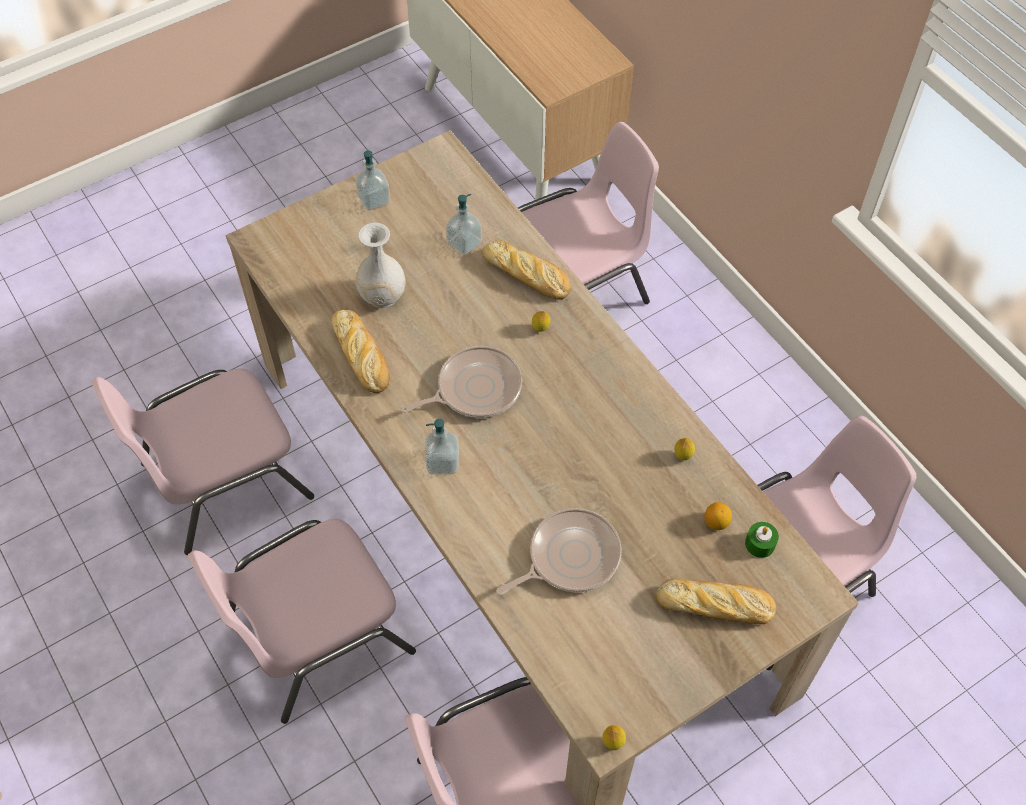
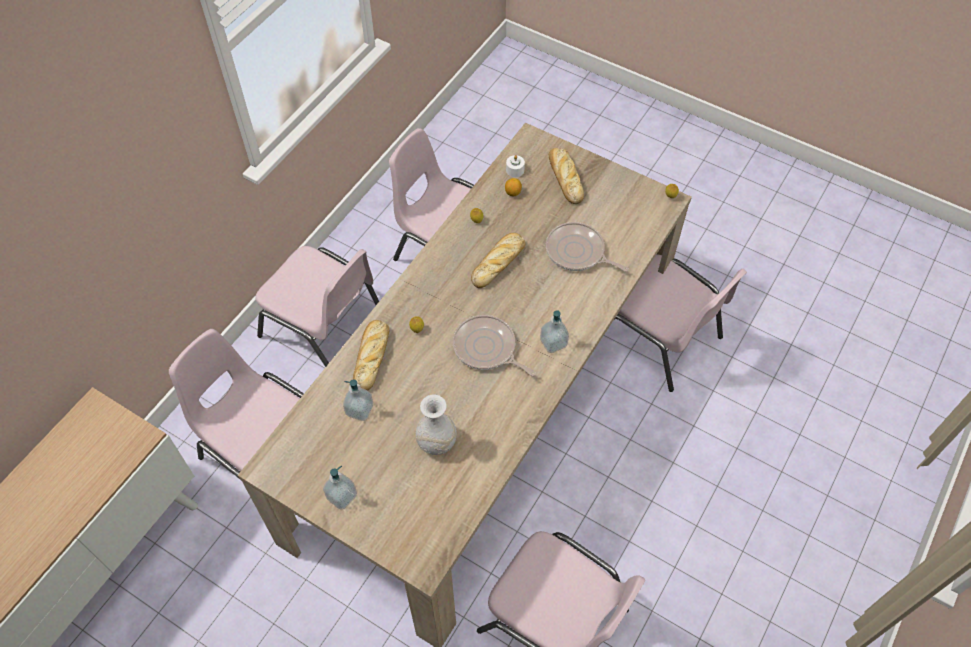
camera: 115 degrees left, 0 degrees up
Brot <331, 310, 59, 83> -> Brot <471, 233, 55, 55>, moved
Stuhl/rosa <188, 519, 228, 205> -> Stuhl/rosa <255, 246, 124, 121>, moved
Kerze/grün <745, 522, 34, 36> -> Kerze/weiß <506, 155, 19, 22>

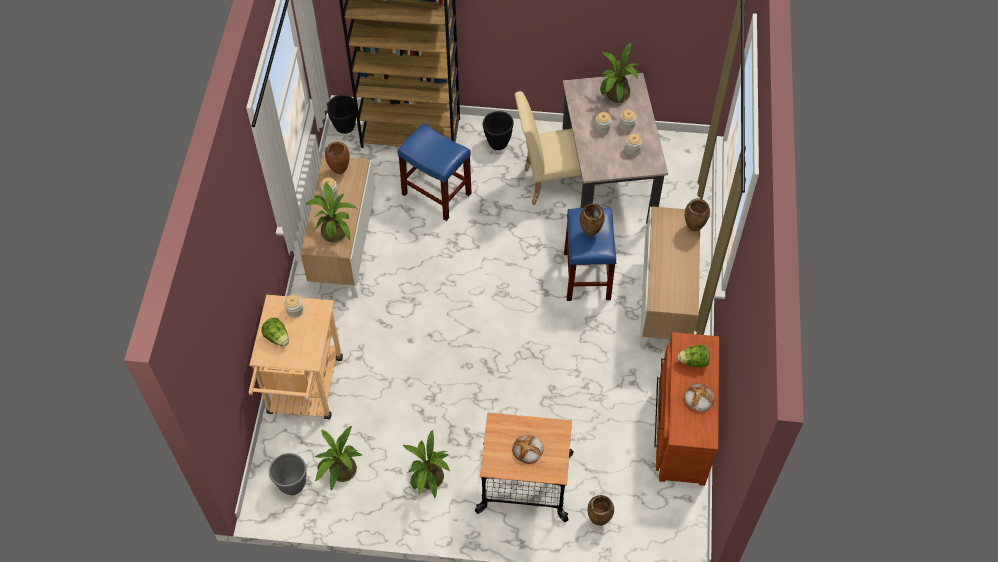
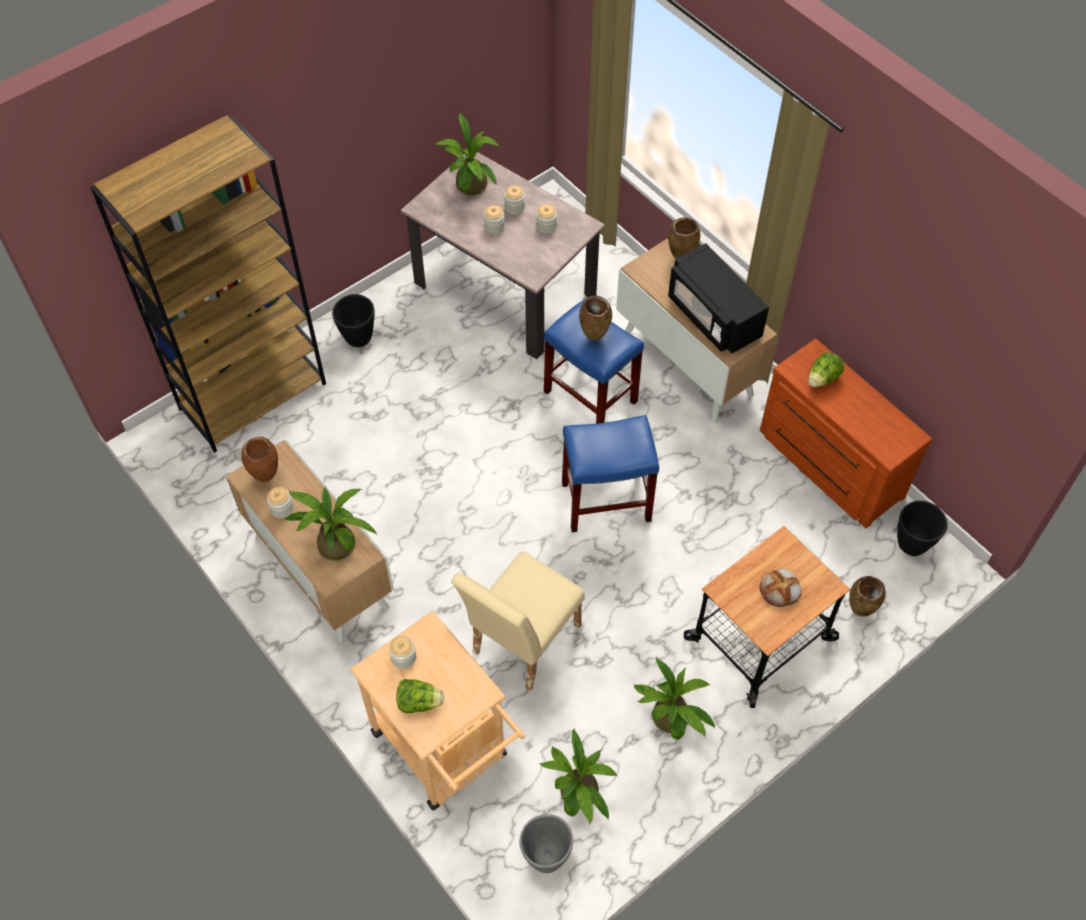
camera: 45 degrees left, 0 degrees up
Stuhl/beige <515, 91, 66, 114> -> Stuhl/beige <451, 551, 134, 140>, moved
Pflanzkübel/schwarz <327, 95, 29, 39> -> Pflanzkübel/schwarz <897, 501, 51, 55>, moved
Hocker/blau <397, 123, 75, 98> -> Hocker/blau <562, 415, 97, 117>, moved
Brot <684, 383, 30, 29> -> none
none -> Mikrowelle/schwarz <668, 243, 101, 111>

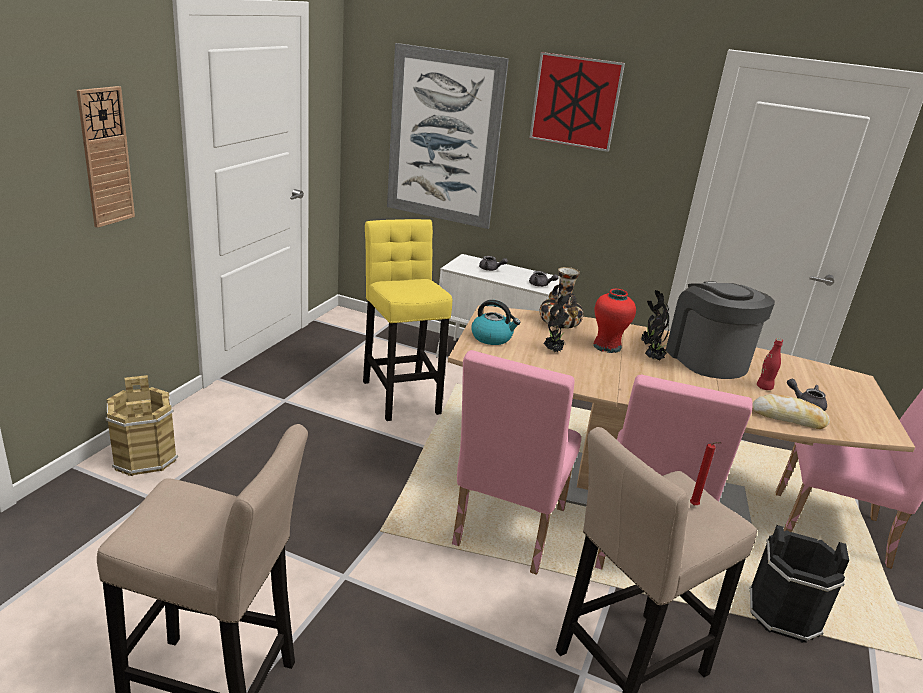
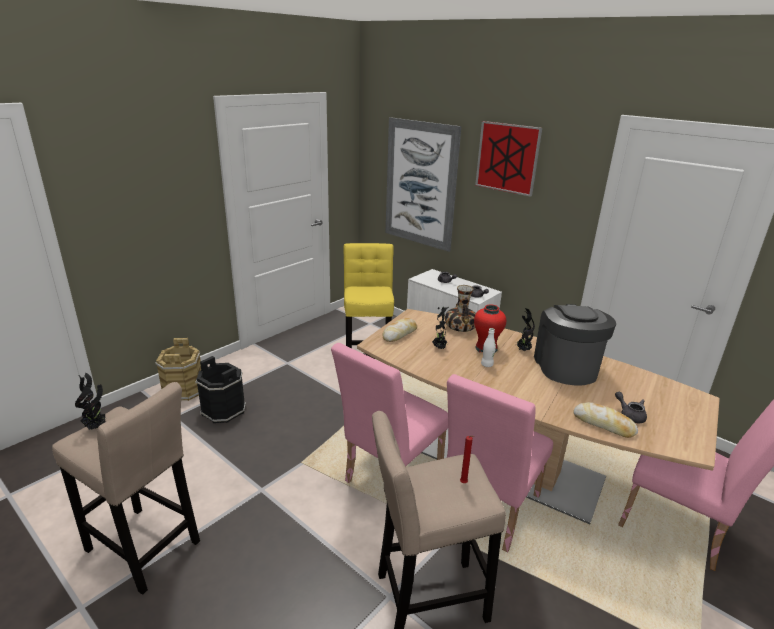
camera: 20 degrees right, 0 degrees up
Wanduhr <77, 86, 58, 142> -> none
Wasserkessel <472, 300, 48, 45> -> Brot <382, 318, 35, 24>
Topfpflanze <645, 304, 24, 56> -> Topfpflanze <75, 373, 32, 57>, moved
Flasche/rot <757, 338, 26, 52> -> none
Eimer/schwarz <749, 525, 100, 118> -> Eimer/schwarz <196, 356, 50, 68>, moved
none -> Flasche/weiß <481, 328, 15, 39>

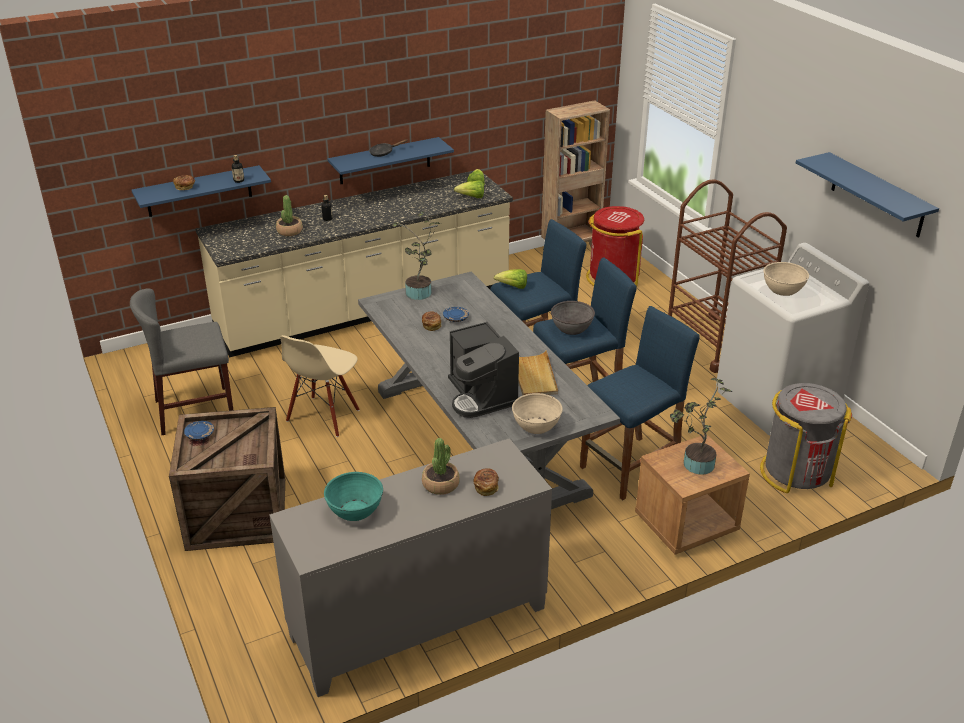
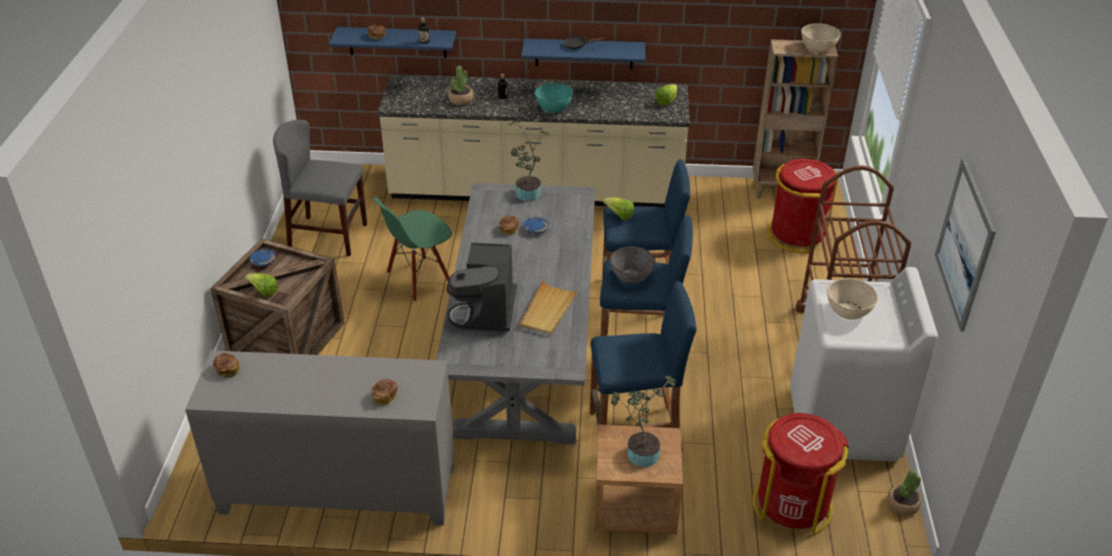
camera: 30 degrees right, 5 degrees up
Wandregal/blau <796, 152, 143, 86> -> Bild <935, 158, 61, 174>
Salatkopf <454, 180, 30, 18> -> Salatkopf <245, 273, 33, 24>, moved
Stuhl/beige <280, 335, 80, 102> -> Stuhl/grün <373, 197, 79, 105>
Mülleimer/grau <760, 383, 92, 110> -> Mülleimer/rot <753, 413, 96, 121>
Schüssel/beige <512, 393, 51, 41> -> Schüssel/beige <801, 24, 40, 29>, moved
Topfpflanze <422, 438, 38, 57> -> Topfpflanze <887, 470, 34, 46>, moved
Schüssel/türkis <324, 472, 59, 49> -> Schüssel/türkis <535, 83, 38, 30>, moved
none -> Brot <213, 353, 27, 24>

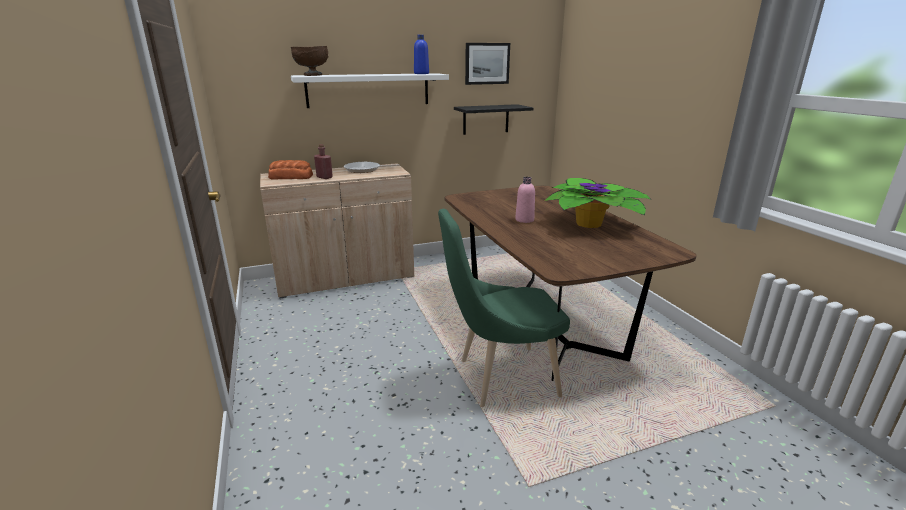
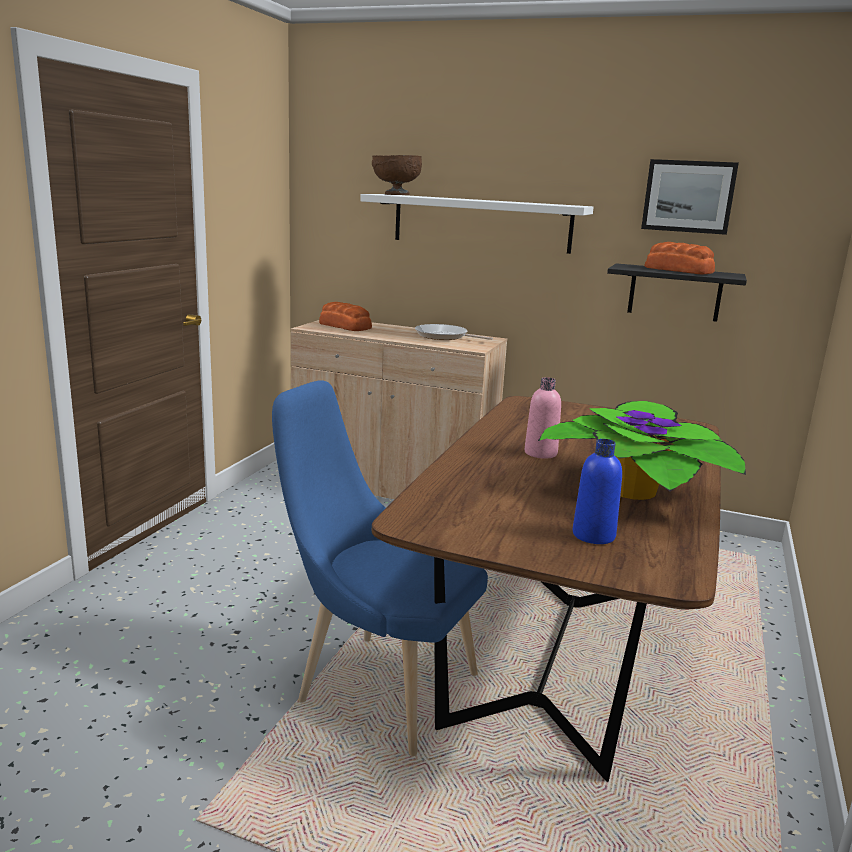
camera: 40 degrees right, 5 degrees down
Flasche/blau <414, 35, 15, 39> -> Flasche/blau <572, 439, 50, 105>, moved
Flasche/rot <314, 144, 19, 35> -> none
Stuhl/grün <438, 209, 132, 198> -> Stuhl/blau <272, 380, 216, 376>
none -> Brot <644, 242, 71, 32>

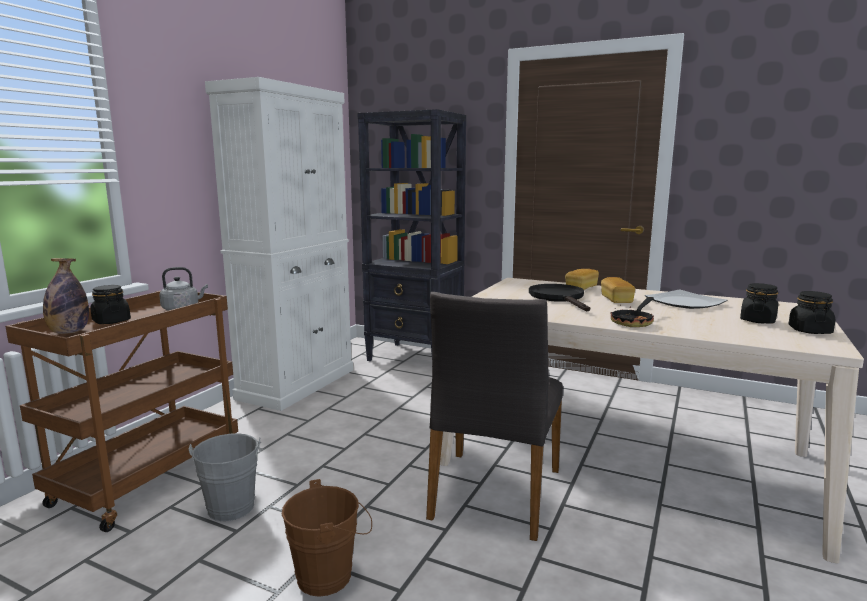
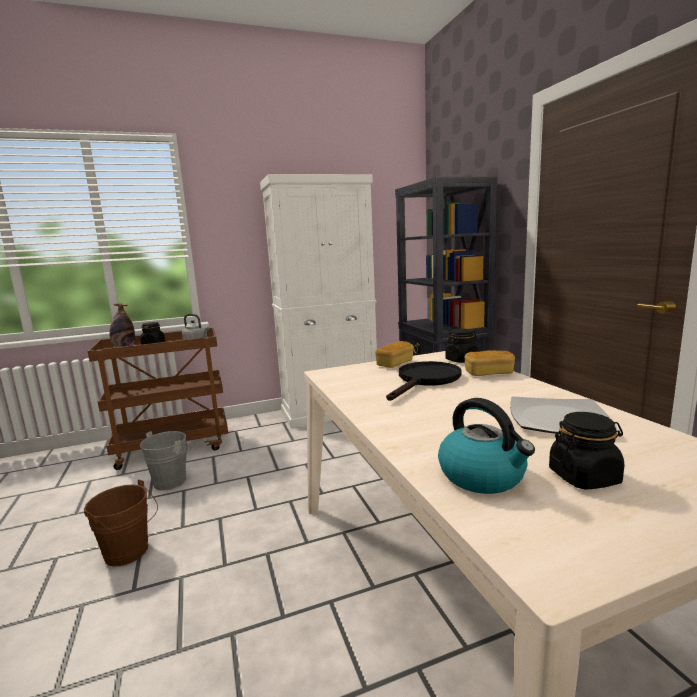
camera: 45 degrees right, 0 degrees up
Brot <601, 277, 34, 26> -> Brot <375, 341, 39, 27>, moved
Vorratsglas/schwarz <788, 291, 47, 43> -> Vorratsglas/schwarz <445, 329, 34, 34>, moved
Stuhl/grau <426, 292, 137, 249> -> none
Pfanne <611, 297, 43, 30> -> none
none -> Wasserkessel <438, 398, 97, 96>

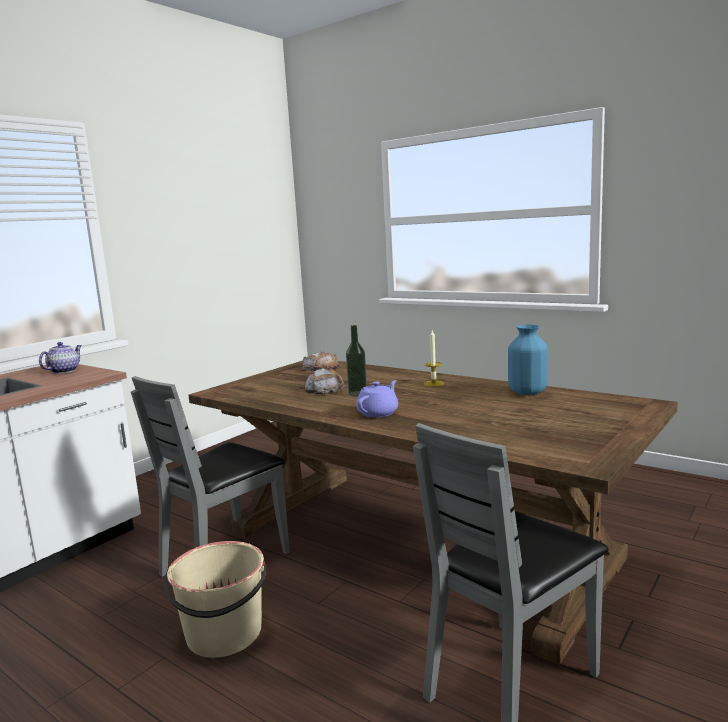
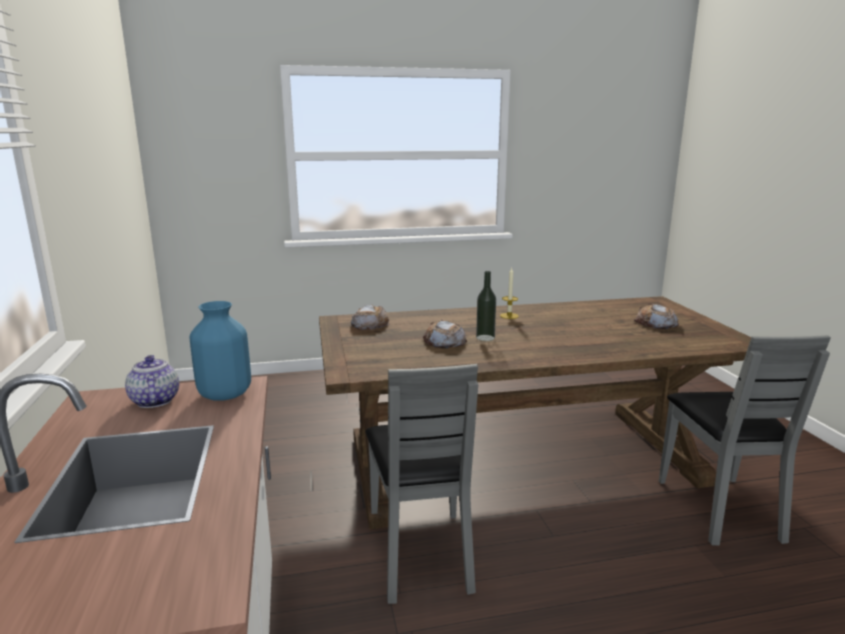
camera: 50 degrees left, 5 degrees up
Vase/blau <508, 325, 40, 70> -> Vase/blau <190, 301, 61, 100>, moved
Teekanne/lila <356, 380, 42, 37> -> none
Eimer/beige <163, 541, 103, 117> -> none
none -> Brot <634, 304, 45, 25>

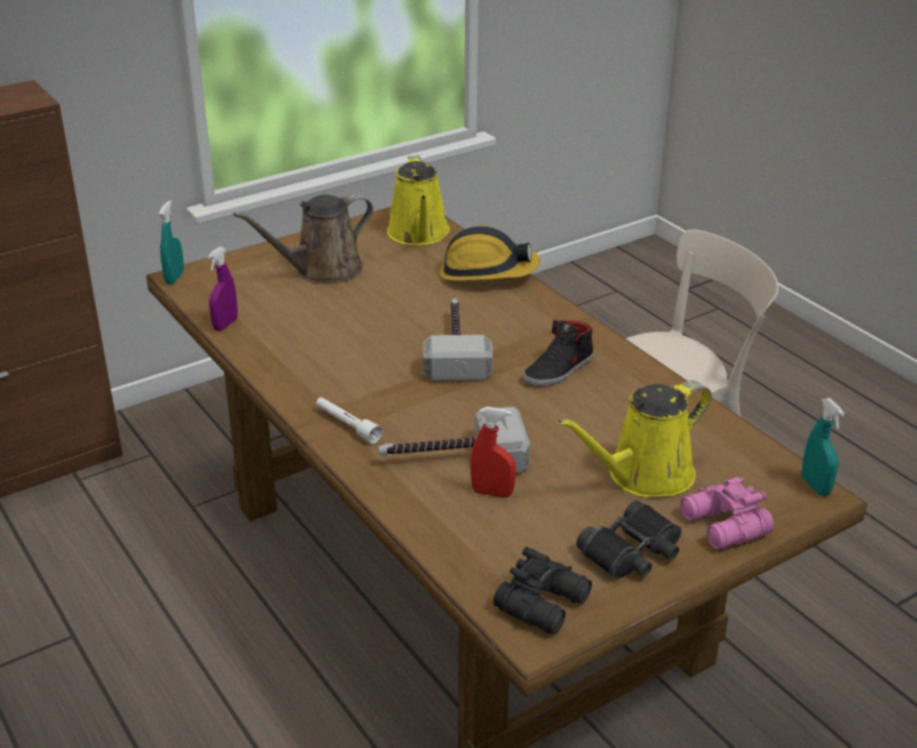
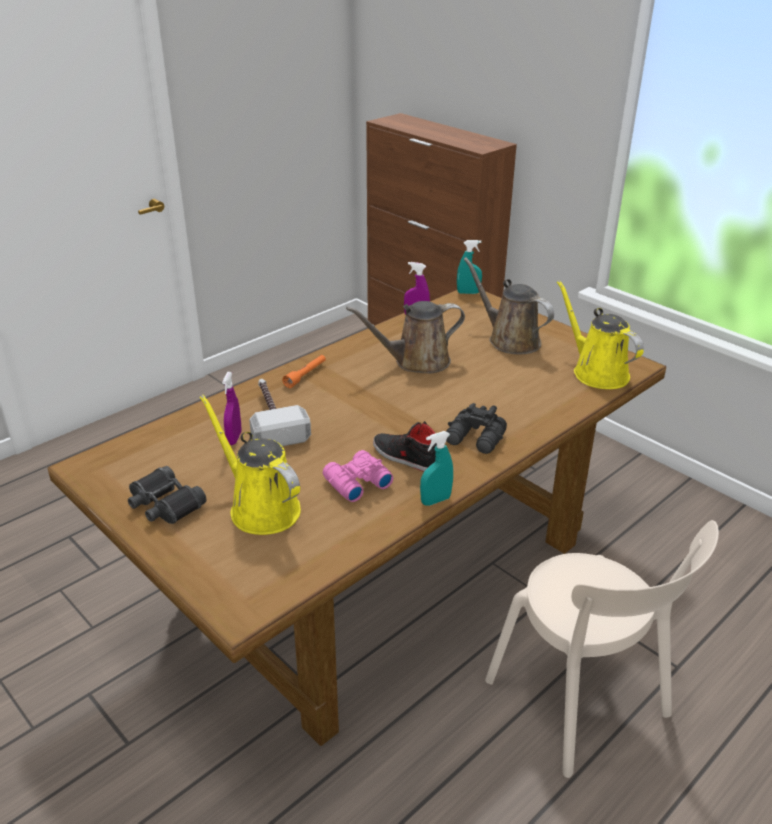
camera: 80 degrees right, 0 degrees up
Gießkanne/gelb <387, 155, 63, 90> -> Gießkanne/gelb <557, 280, 87, 109>, 75 degrees clockwise
Schutzhelm <440, 226, 100, 55> -> none
Hammer <423, 298, 70, 83> -> none
Taschenlampe/weiß <316, 397, 67, 47> -> Taschenlampe/orange <282, 355, 44, 33>
Sprühflasche/türkis <802, 398, 43, 98> -> Sprühflasche/türkis <420, 431, 33, 75>, moved
Sprühflasche/rot <470, 407, 46, 91> -> Sprühflasche/lila <222, 372, 19, 73>
Fernglas/rosa <680, 477, 94, 72> -> Fernglas/rosa <323, 450, 70, 52>, moved
Fernglas/schwarz <493, 547, 99, 87> -> Fernglas/schwarz <446, 403, 61, 51>, moved
none -> Gießkanne/braun <346, 301, 119, 73>

